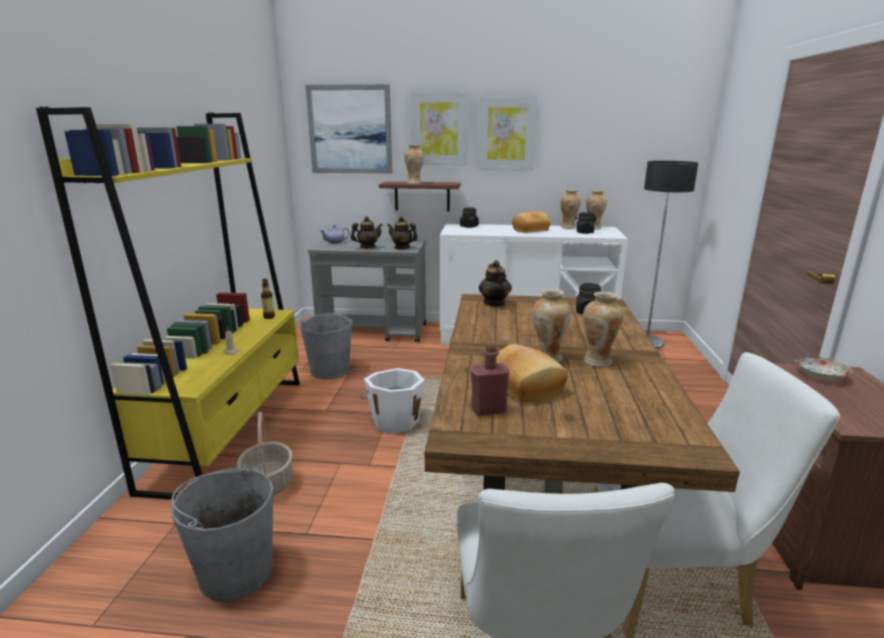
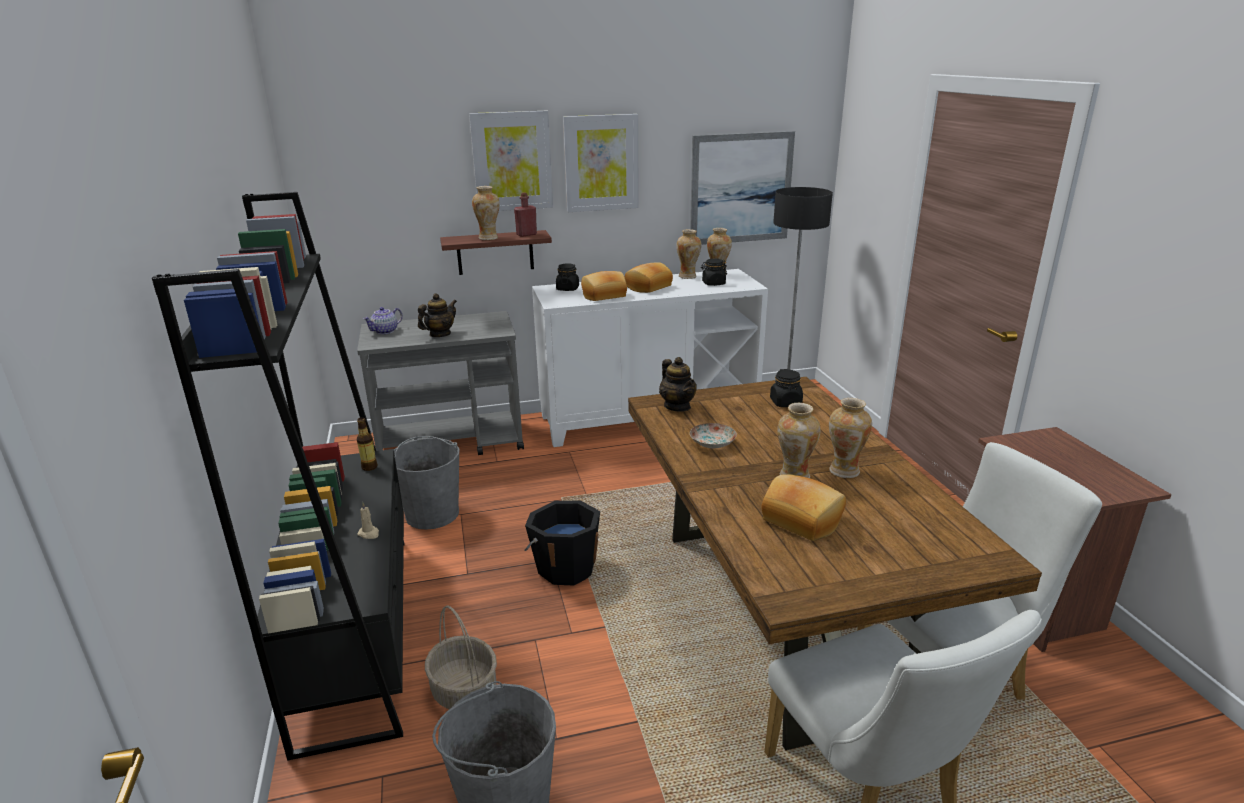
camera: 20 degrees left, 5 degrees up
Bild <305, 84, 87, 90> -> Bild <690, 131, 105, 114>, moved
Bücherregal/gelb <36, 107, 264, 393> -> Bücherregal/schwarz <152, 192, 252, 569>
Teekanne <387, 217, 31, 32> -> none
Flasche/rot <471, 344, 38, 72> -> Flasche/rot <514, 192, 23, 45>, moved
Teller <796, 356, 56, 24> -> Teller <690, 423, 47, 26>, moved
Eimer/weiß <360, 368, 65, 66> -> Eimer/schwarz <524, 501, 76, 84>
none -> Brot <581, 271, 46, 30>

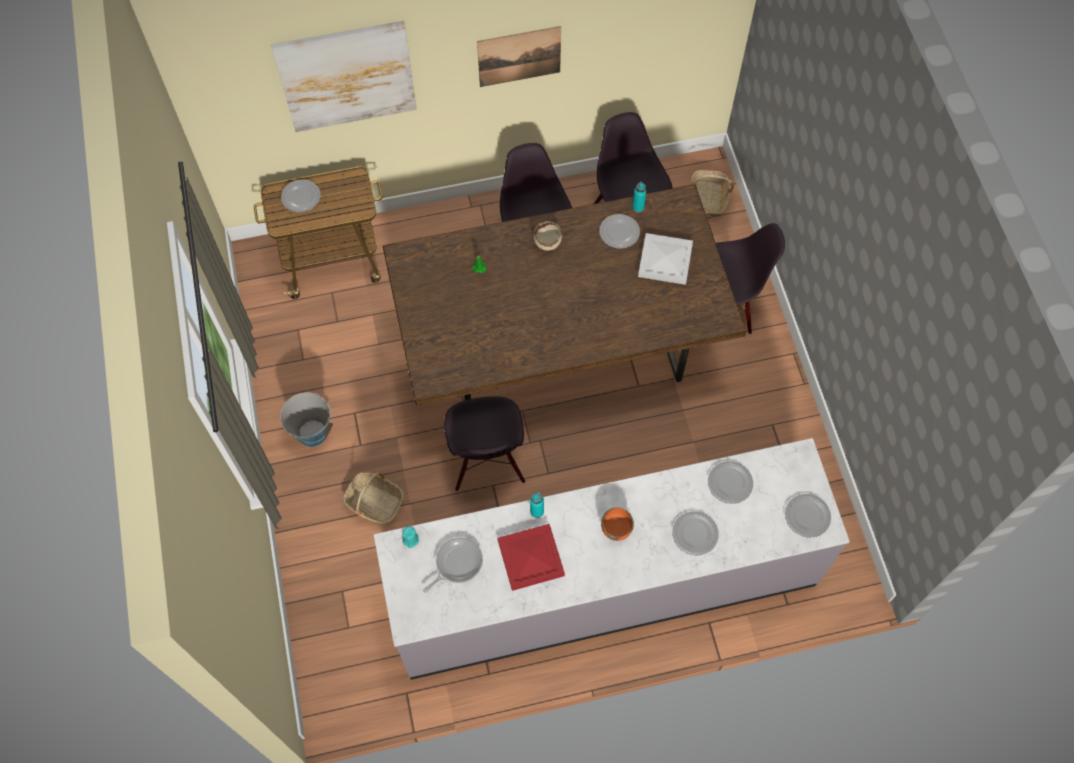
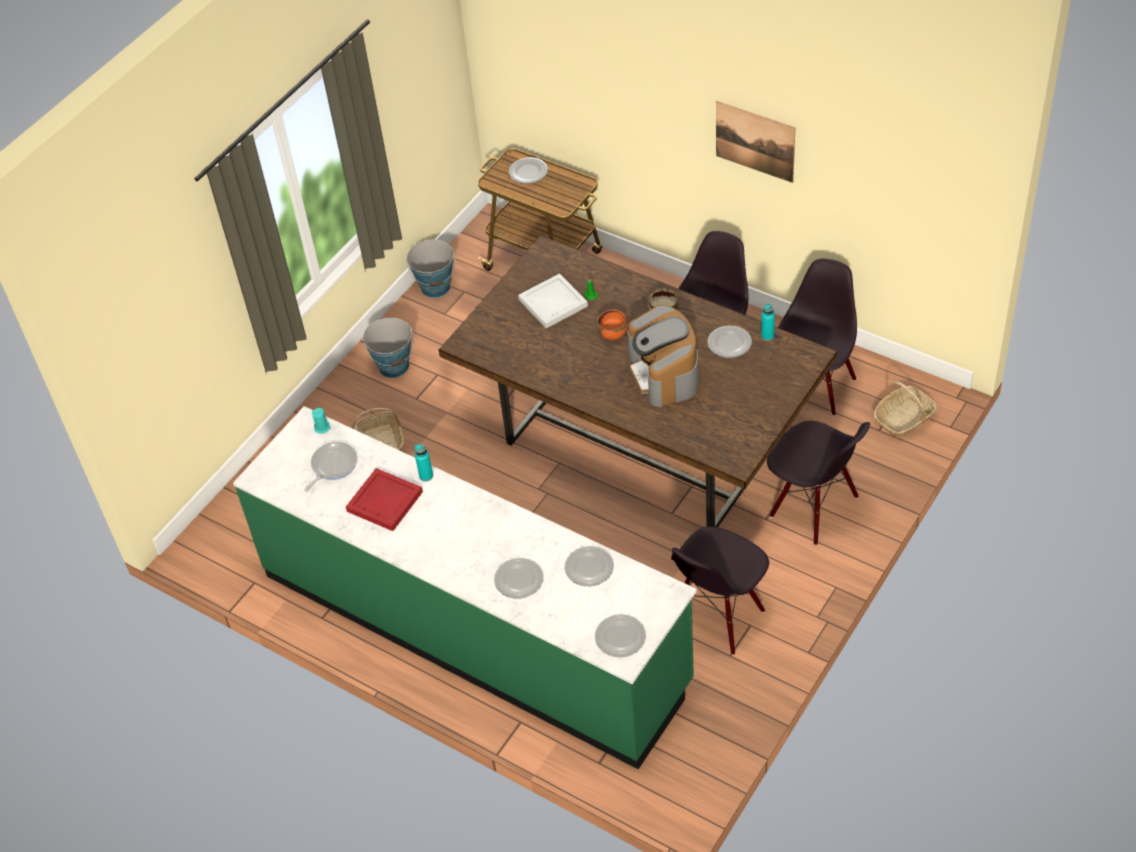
camera: 50 degrees right, 15 degrees down
Bild <271, 21, 146, 111> -> none
Tablett/weiß <638, 233, 55, 52> -> Tablett/weiß <518, 273, 70, 55>, moved
Stuhl/schwarz <444, 396, 81, 95> -> Stuhl/schwarz <671, 527, 98, 128>, moved
Küchenzeile/grau <374, 438, 476, 242> -> Küchenzeile/grün <233, 406, 464, 363>
Schüssel/orange <601, 507, 33, 34> -> Schüssel/orange <597, 309, 30, 31>, moved
Pfanne <423, 538, 60, 55> -> Pfanne <304, 442, 53, 50>, 60 degrees counterclockwise
none -> Eimer <406, 240, 50, 58>
none -> Kaffeemaschine <628, 305, 71, 102>

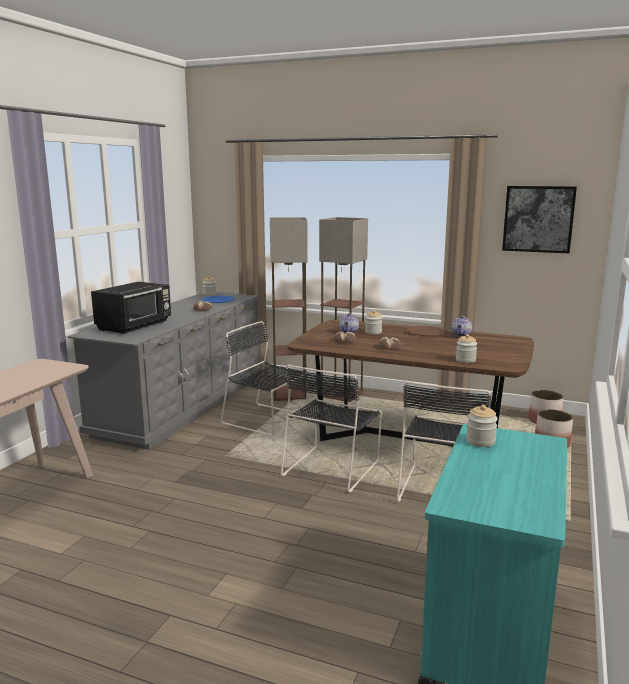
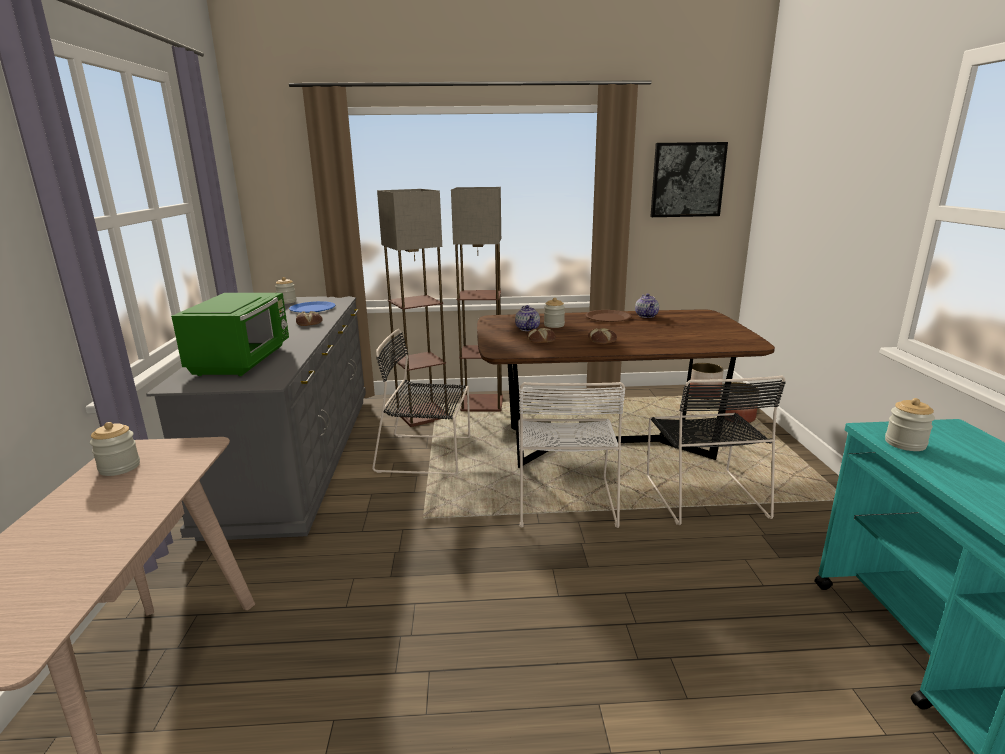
camera: 25 degrees left, 5 degrees up
Mikrowelle/schwarz <91, 282, 80, 52> -> Mikrowelle/grün <171, 293, 118, 83>
Vorratsglas <456, 334, 21, 29> -> Vorratsglas <90, 422, 50, 54>, moved
Stuhl/schwarz <281, 364, 101, 129> -> Stuhl/weiß <518, 382, 107, 146>

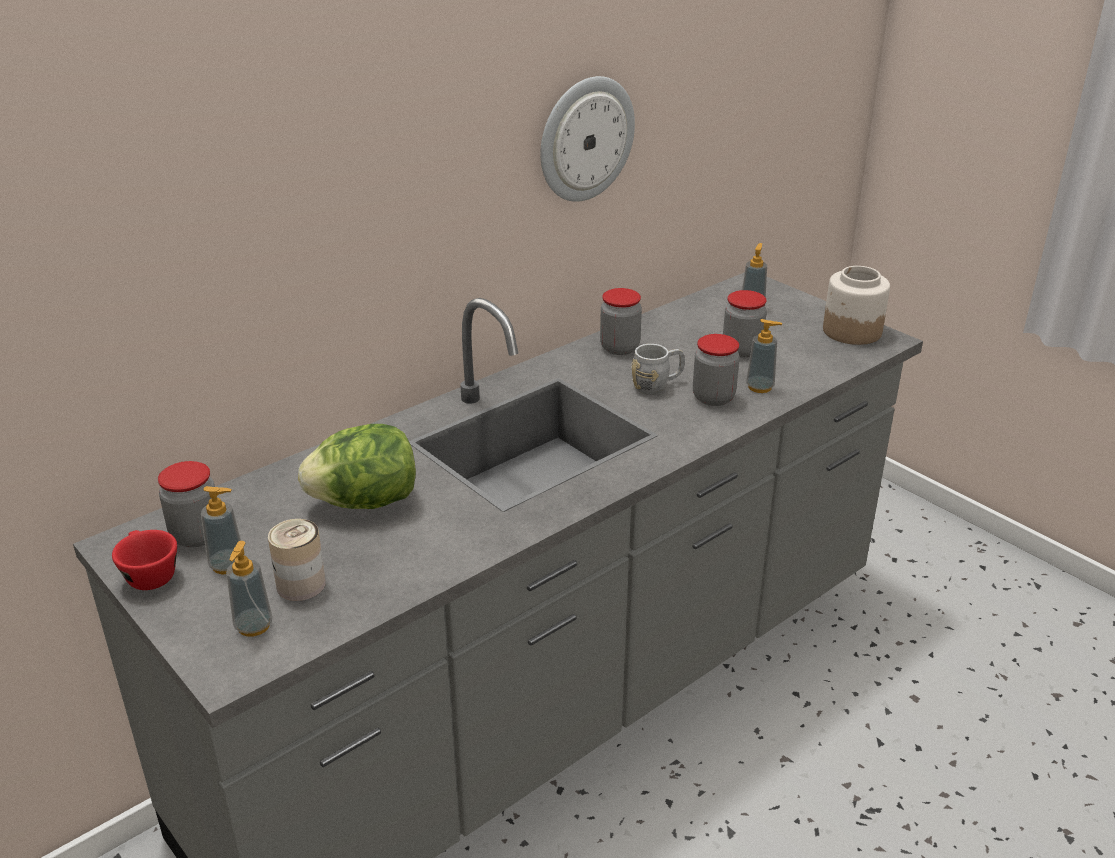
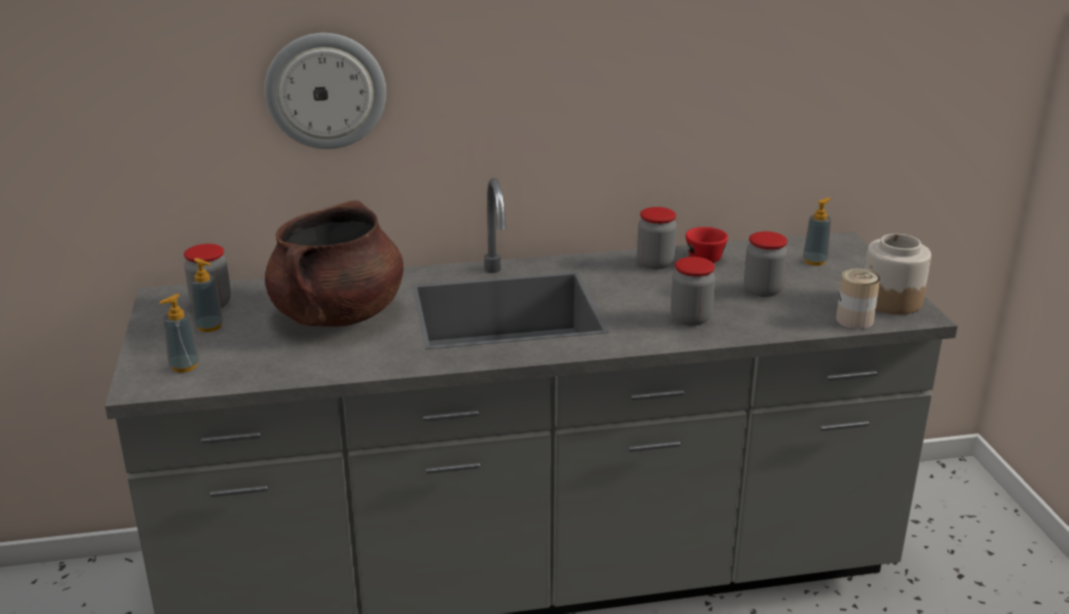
camera: 30 degrees right, 5 degrees down
Wanduhr <540, 76, 95, 126> -> Wanduhr <264, 33, 122, 116>, moved
Seifenspender <746, 319, 36, 74> -> none
Henkelbecher/grau <632, 344, 53, 51> -> none
Salatkopf <298, 424, 118, 85> -> Kochtopf/braun <265, 200, 138, 127>
Dose <268, 519, 58, 82> -> Dose <836, 269, 44, 60>, moved
Tasse/rot <112, 530, 65, 60> -> Tasse/rot <685, 227, 43, 36>, moved

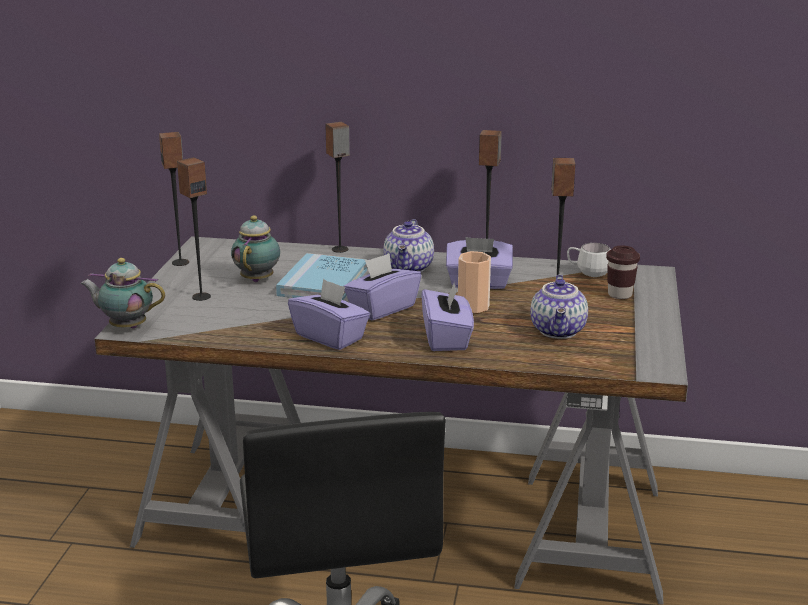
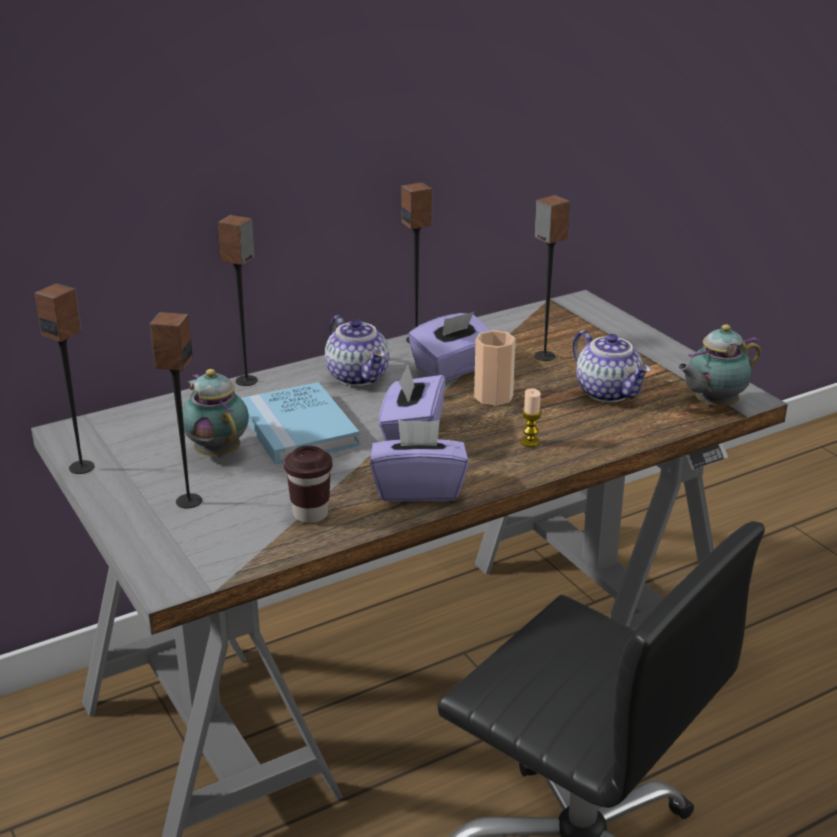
camera: 40 degrees left, 5 degrees up
Henkelbecher/weiß <567, 243, 44, 34> -> none
Tasse/braun <606, 245, 34, 54> -> Tasse/braun <284, 446, 48, 77>, moved
Teekanne <80, 258, 85, 70> -> Teekanne <677, 324, 84, 83>, moved
Taschentuchbox/lila <421, 281, 53, 70> -> Kerze <521, 388, 21, 59>

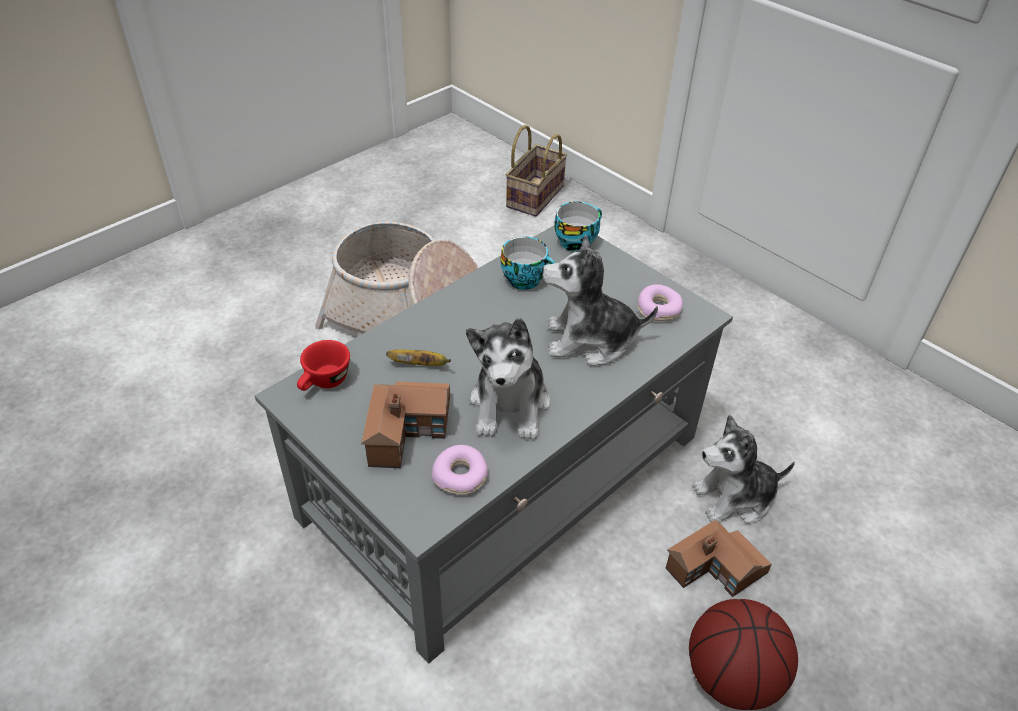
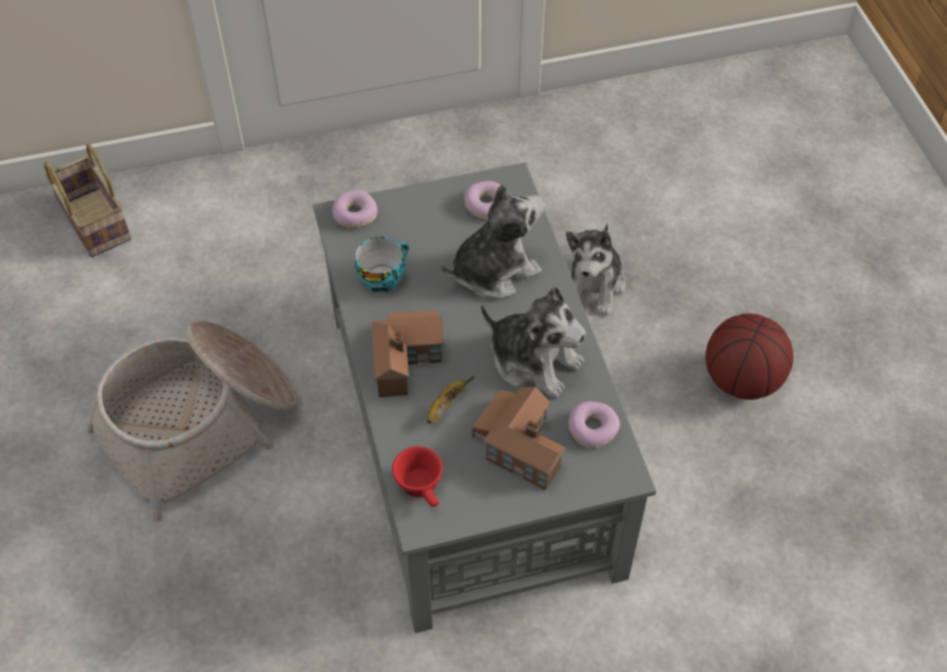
camera: 60 degrees left, 10 degrees up
Tasse <554, 201, 48, 51> -> Donut <332, 189, 46, 39>
Plüschtier <542, 235, 116, 131> -> Plüschtier <441, 184, 104, 115>, 150 degrees counterclockwise
Spielzeughaus <666, 519, 106, 78> -> Spielzeughaus <372, 310, 72, 87>, moved

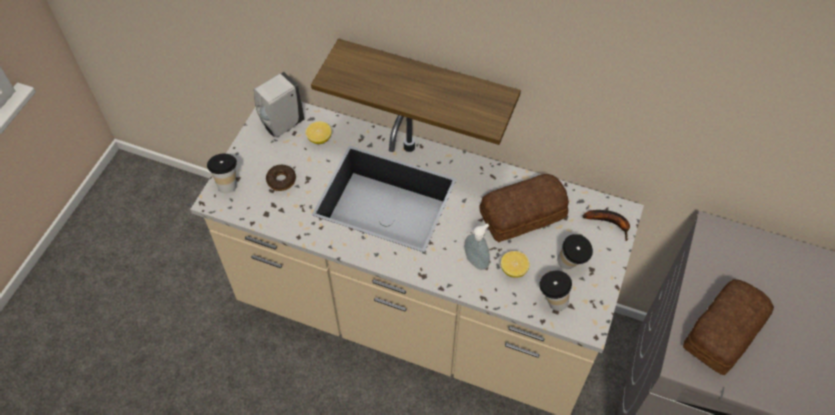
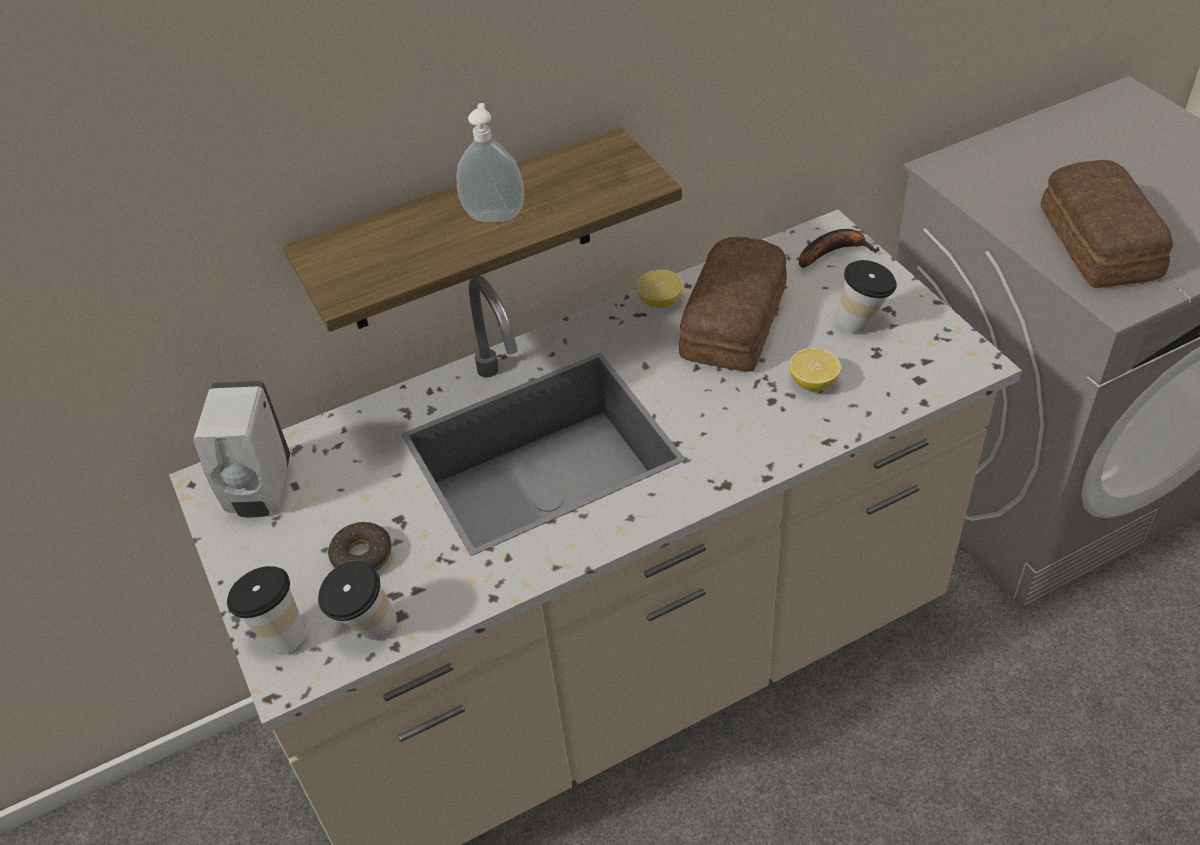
camera: 45 degrees left, 10 degrees down
Zitrone <305, 121, 27, 23> -> Zitrone <636, 270, 47, 38>, moved
Seifenspender <464, 224, 26, 46> -> Seifenspender <456, 103, 68, 119>, moved
Tasse <539, 271, 33, 40> -> Tasse <318, 561, 79, 79>, moved

